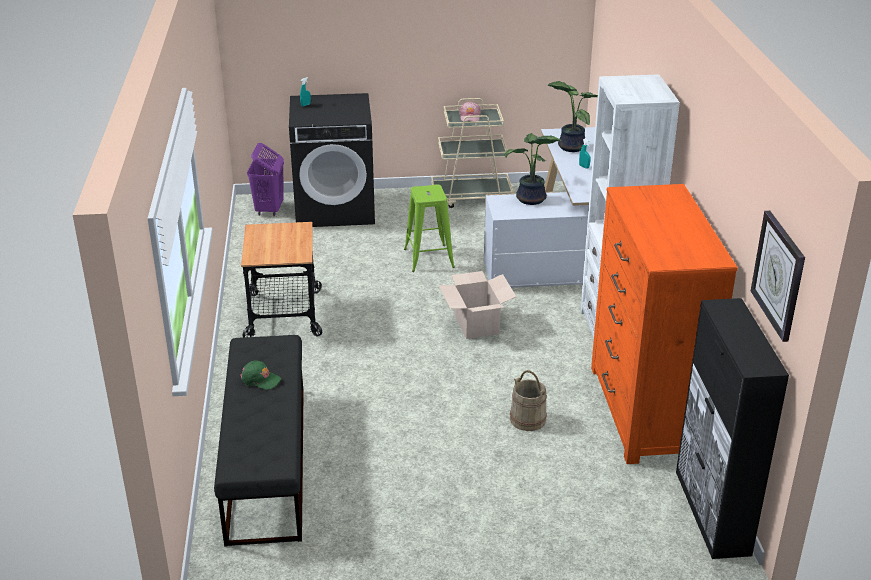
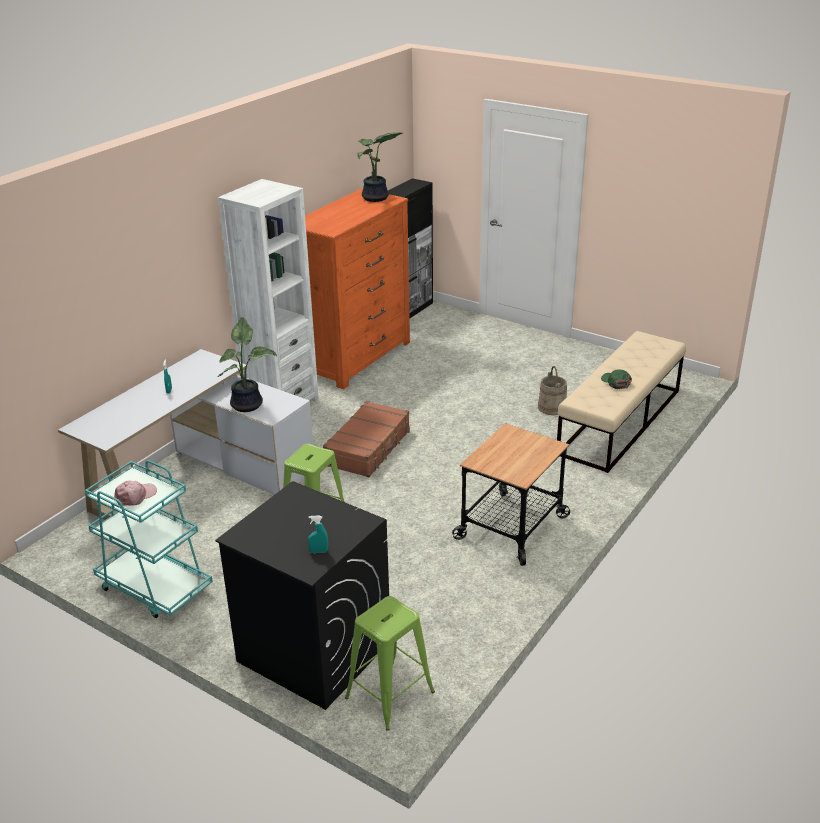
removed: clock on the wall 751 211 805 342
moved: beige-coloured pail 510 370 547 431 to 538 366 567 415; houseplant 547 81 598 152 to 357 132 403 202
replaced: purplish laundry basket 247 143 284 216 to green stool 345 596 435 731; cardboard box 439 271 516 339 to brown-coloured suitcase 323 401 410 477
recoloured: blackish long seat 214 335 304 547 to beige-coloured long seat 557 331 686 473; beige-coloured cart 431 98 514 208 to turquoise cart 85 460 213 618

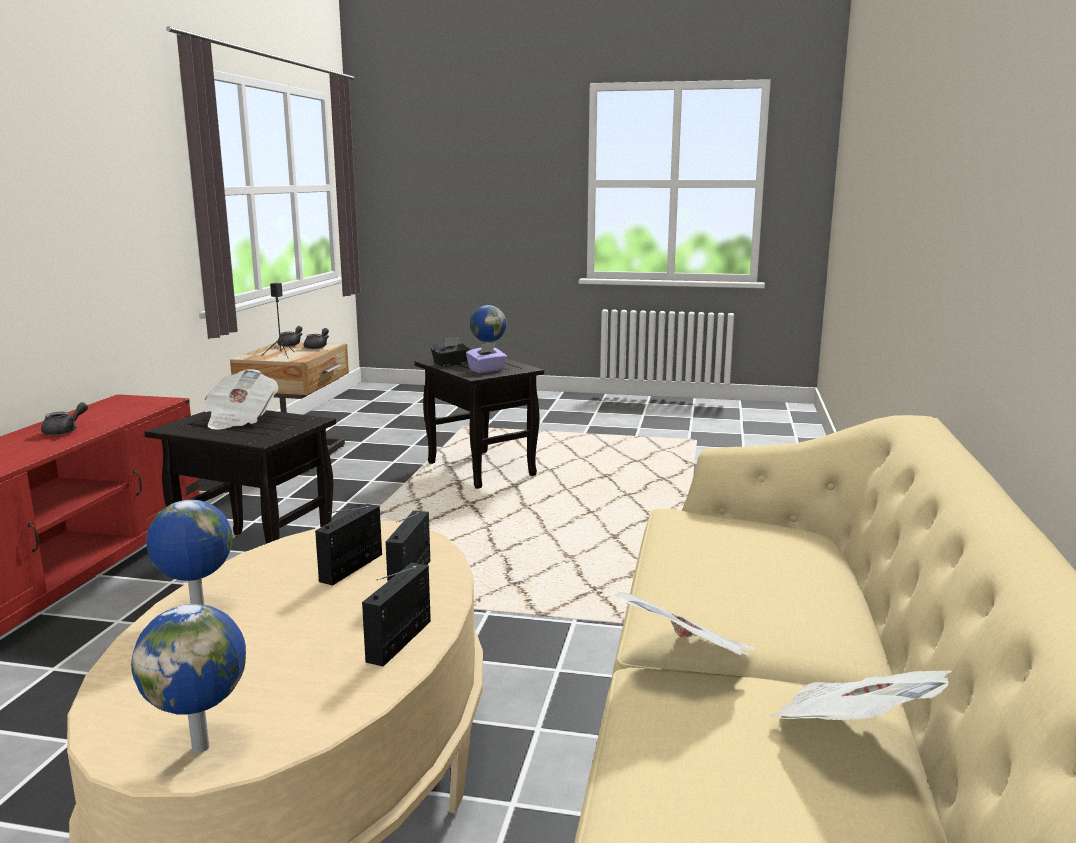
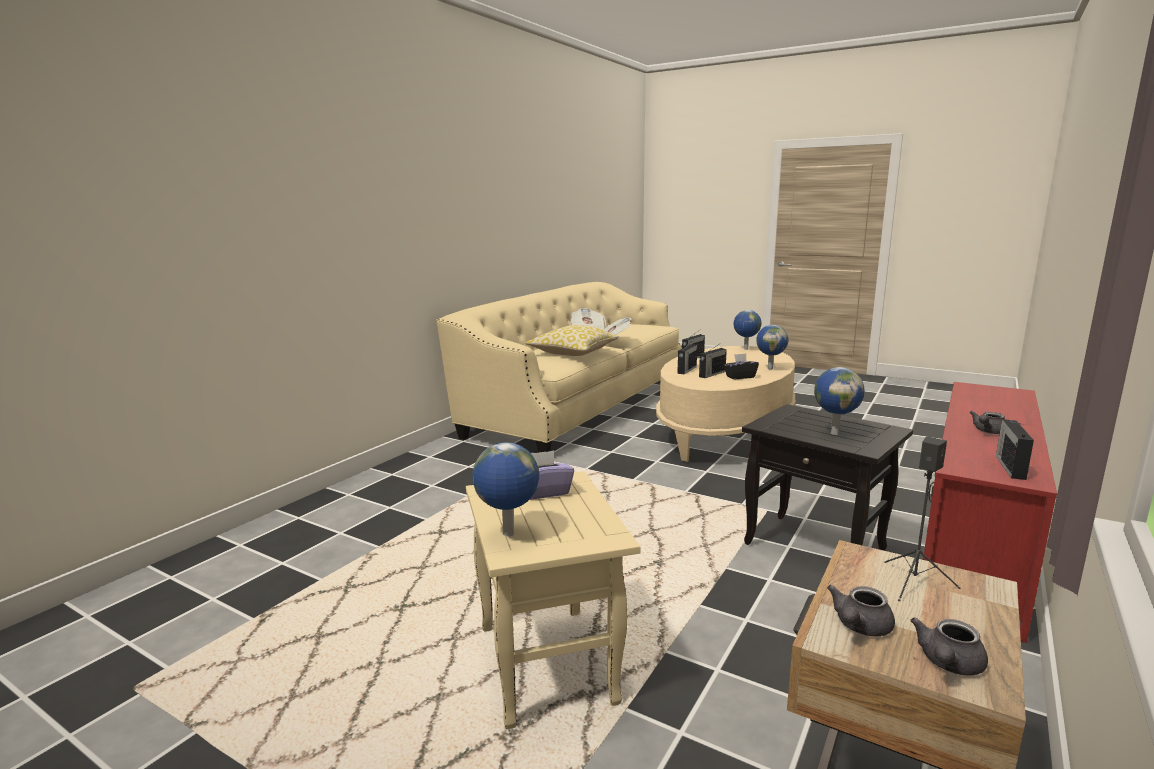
added: cushion 525 325 619 356; radio receiver 996 419 1034 480
moved: blackish box of tissues 431 337 471 366 to 724 353 759 379
replaced: printed paper 204 369 278 430 to world globe 814 367 865 435
recoloured: blackish end table 414 359 544 489 to beige-coloured end table 466 471 641 729

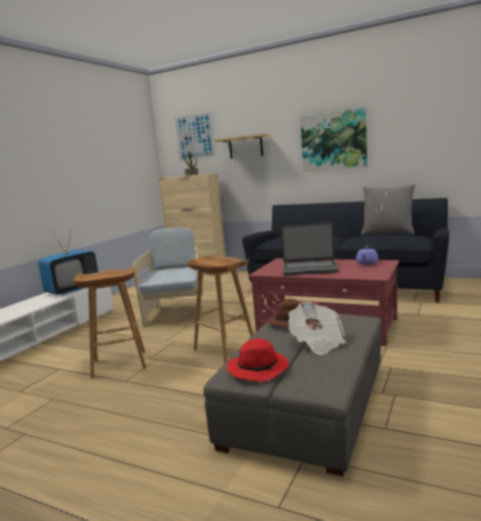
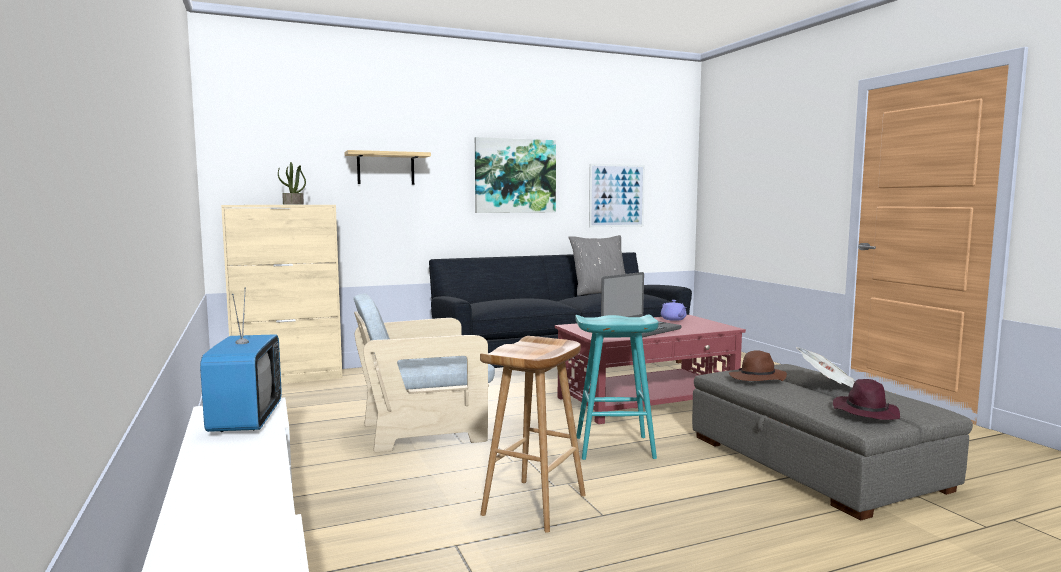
moved: wall art 174 111 217 161 to 589 164 645 227
recoloured: brown-coloured stool 187 254 254 363 to turquoise stool 576 314 658 460; red clothing hat 227 339 289 382 to purplish clothing hat 833 379 900 420
turned: beige-coloured easy chair 133 227 204 326 = 354 293 495 452 60 degrees counterclockwise

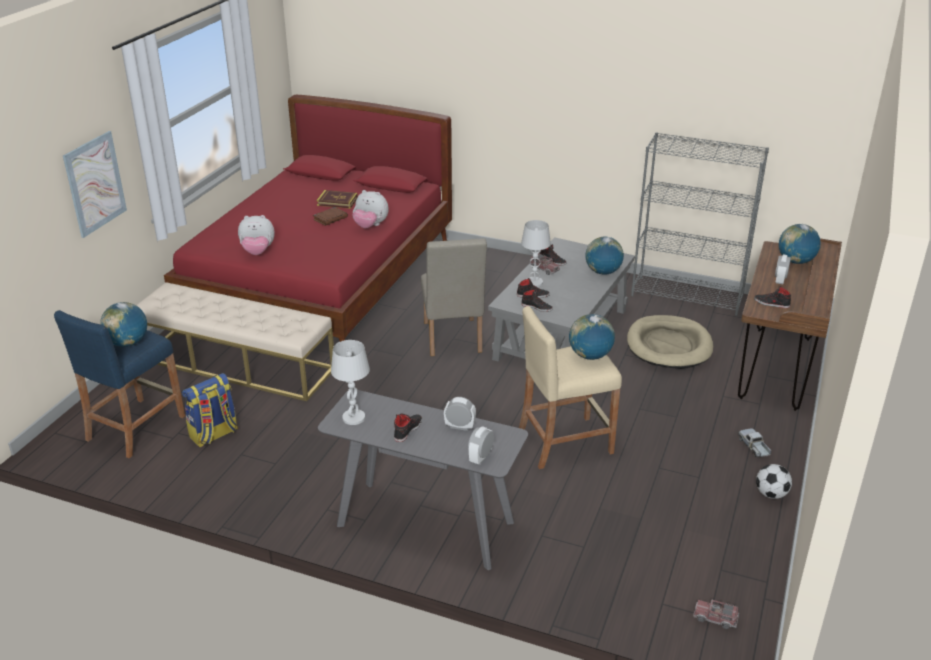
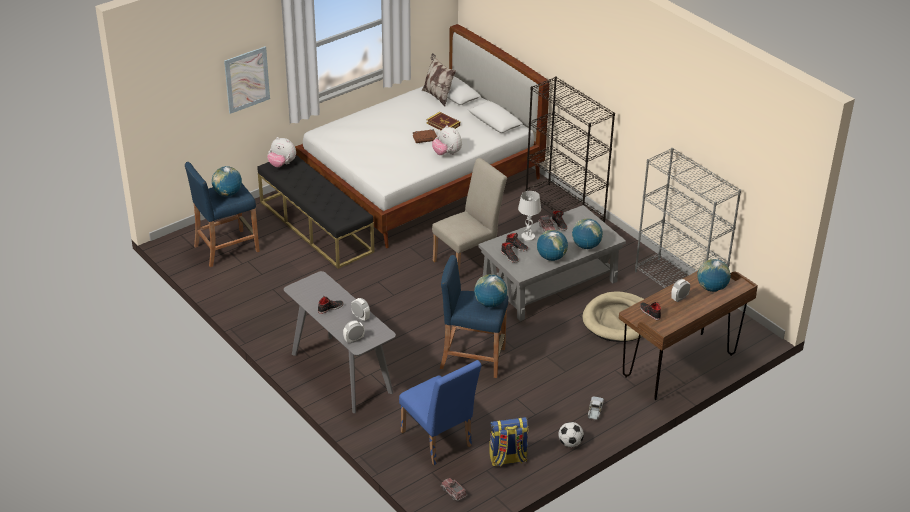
removed: white tabletop lamp 331 340 370 425
added: bluish chair 399 360 482 465; cushion 422 53 456 107; blackish shelving unit 526 77 615 223; world globe 537 230 568 261
moved: backpack 182 373 238 447 to 489 417 528 467; plush toy 238 215 275 255 to 267 137 296 167
recoloured: beige-coloured long seat 137 282 334 401 to blackish long seat 257 155 375 269; red sleeping bed 164 95 452 342 to white sleeping bed 295 24 550 248; beige-coloured stool 519 306 622 469 to bluish stool 440 255 508 378
turned: beige-coloured chair 421 238 487 356 = 432 158 507 274 150 degrees counterclockwise

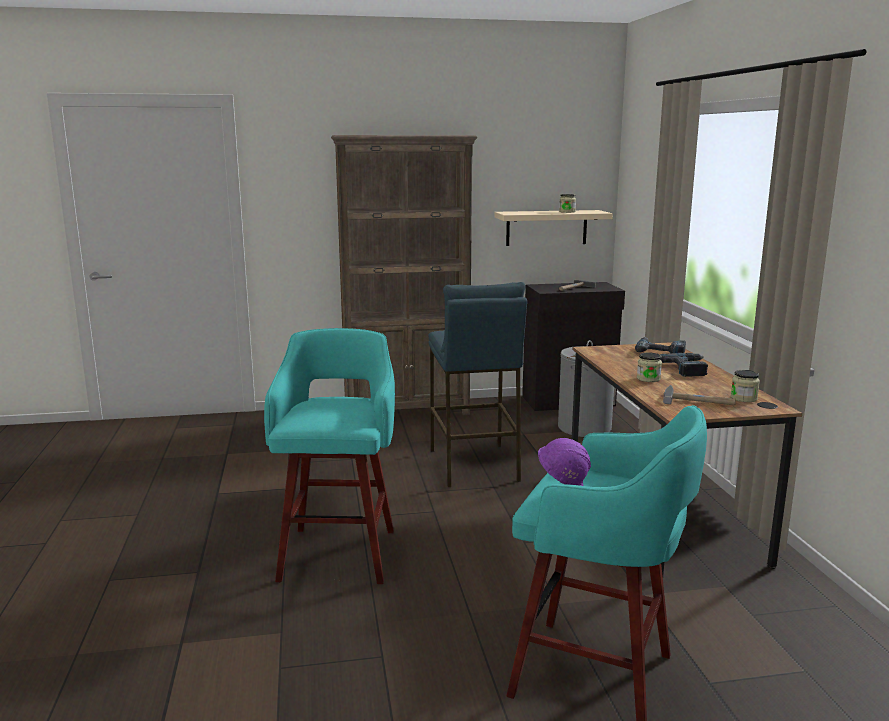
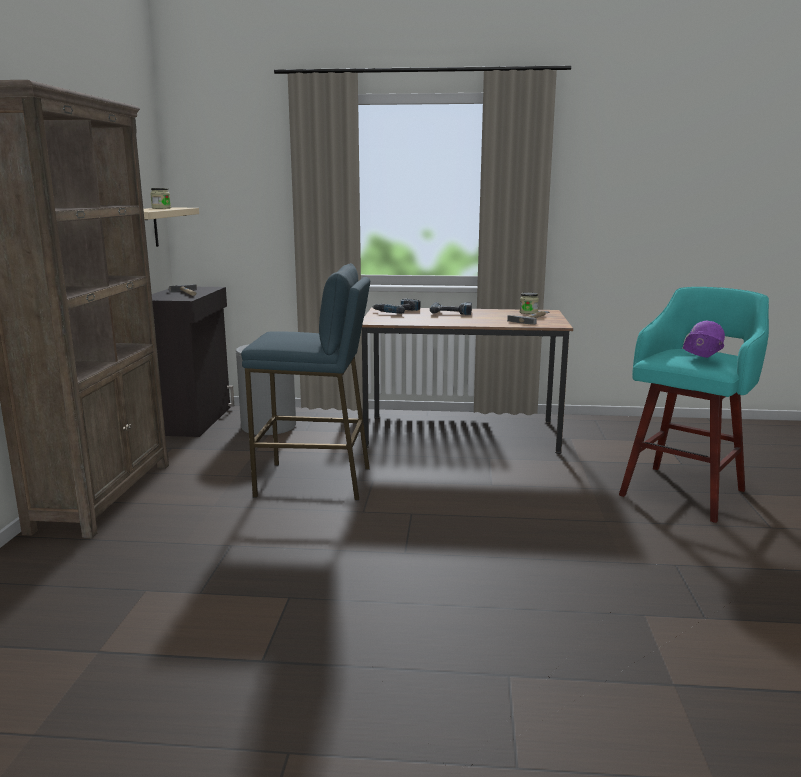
removed: turquoise stool 264 328 395 584; jar 637 352 662 382

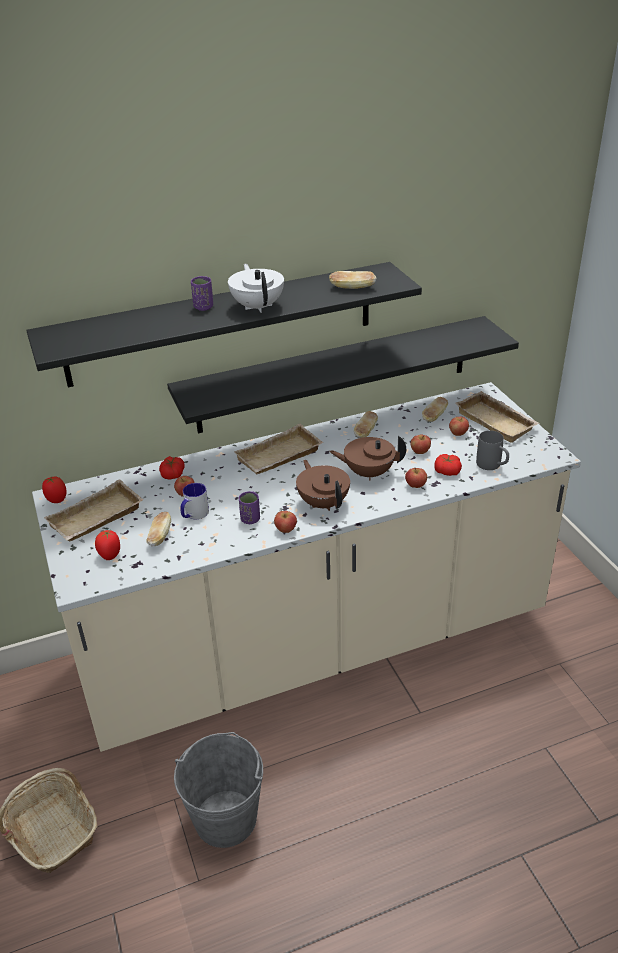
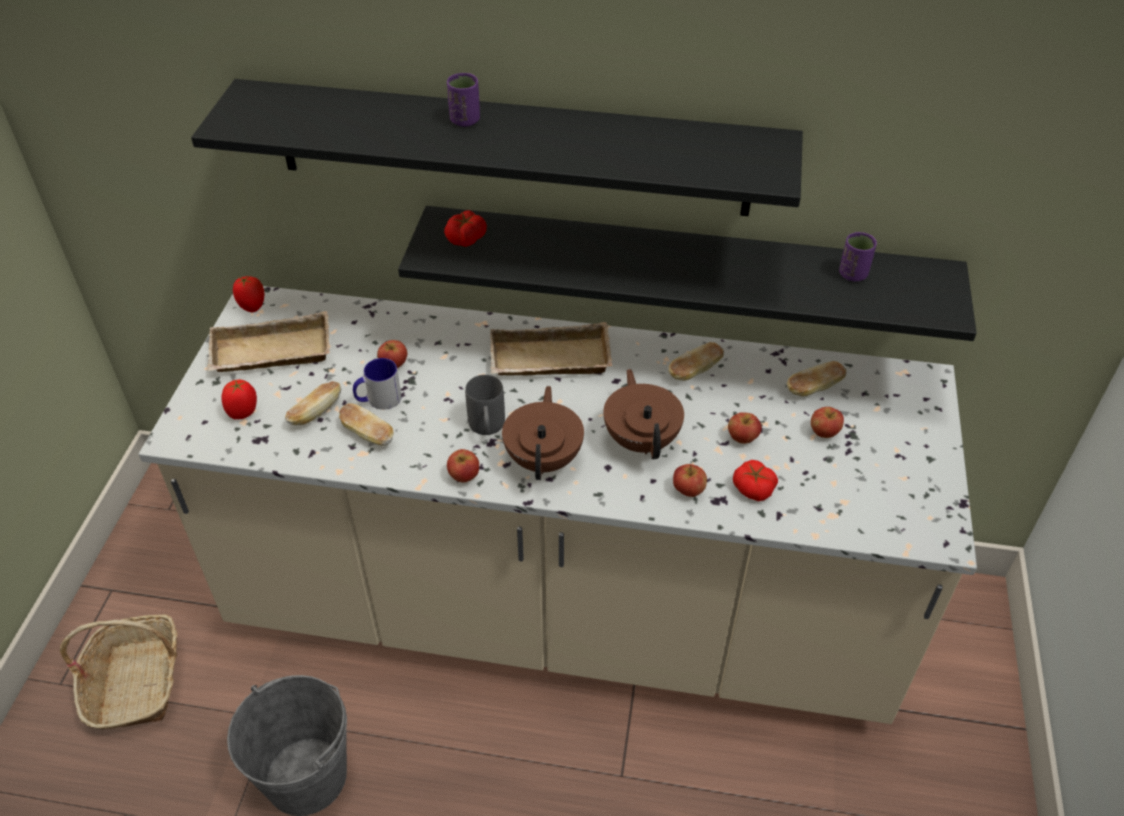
removed: white teapot 228 264 284 313; beige-coloured serving tray 455 391 540 443
moved: tomato 159 456 185 480 to 444 210 487 247; purplish cup 239 491 260 524 to 839 232 877 281; bread 329 271 376 289 to 339 403 393 446; greyish mug 476 430 509 470 to 465 375 505 435
turned: brown-coloured teapot 329 436 406 481 = 604 369 684 459 45 degrees clockwise

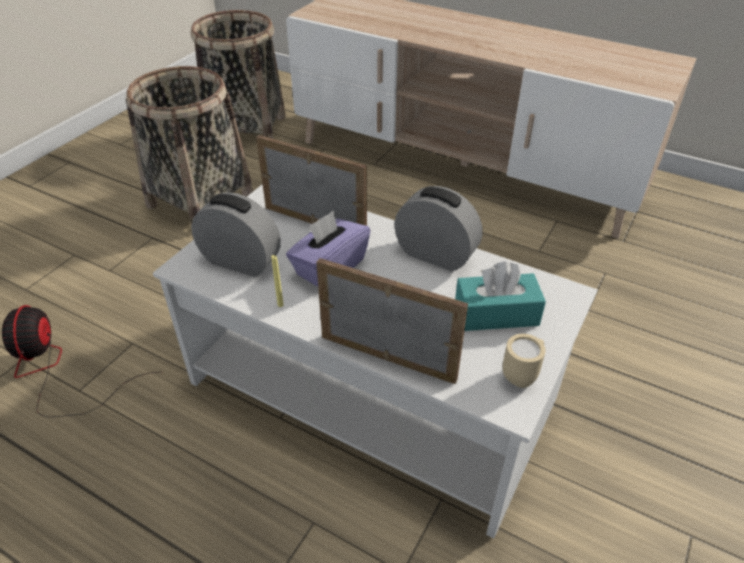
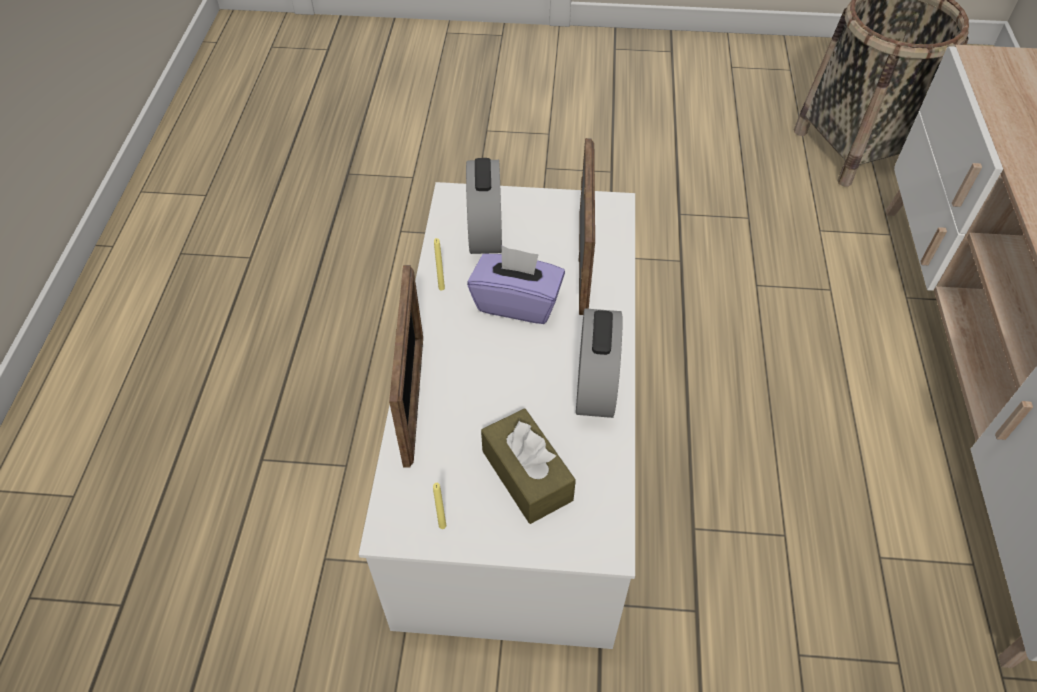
removed: fan 2 305 159 418; basket 126 66 253 225
replaced: beige-coloured mug 503 334 546 388 to yellowish wax light 433 483 446 529
recoloured: turquoise box of tissues 455 261 546 331 to brown-coloured box of tissues 481 409 576 524

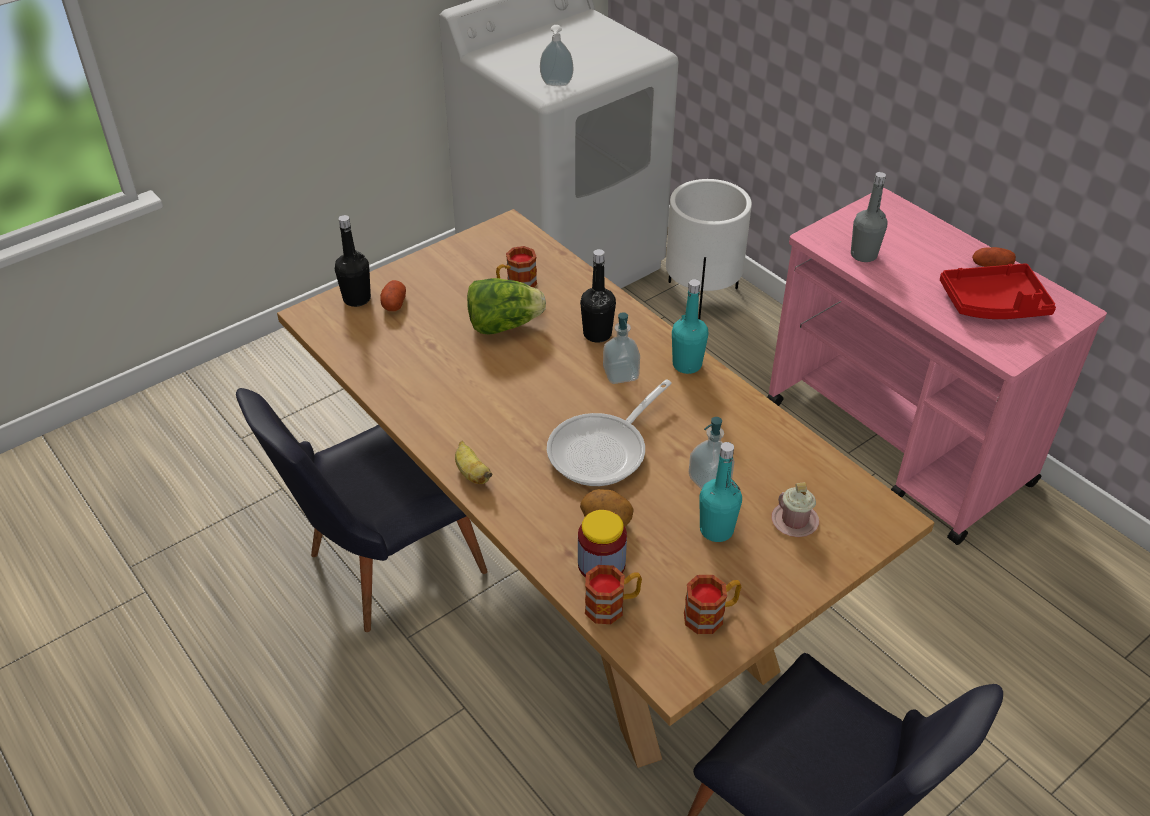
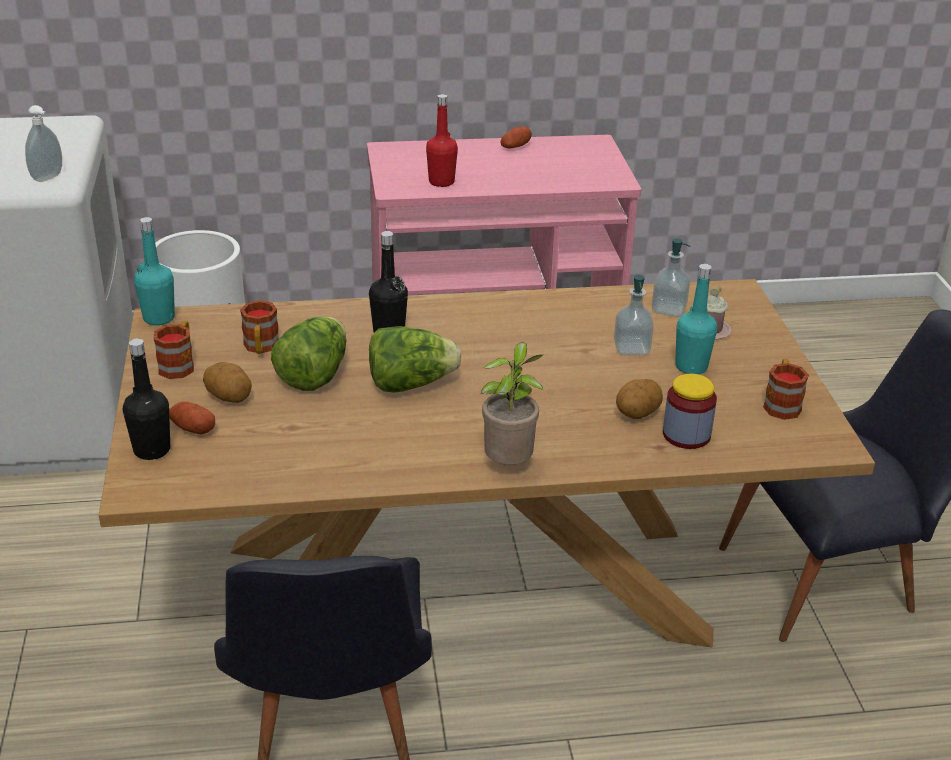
removed: pan 547 379 672 486; red serving tray 940 263 1056 319
added: spud 203 362 252 403; head of lettuce 369 326 461 393
moved: mug 585 565 642 624 to 154 321 194 379; soap dispenser 603 312 640 384 to 652 238 690 317; turquoise beverage bottle 672 279 708 374 to 134 217 175 325
replaced: whole banana 455 441 492 484 to houseplant 481 342 543 465
recoloured: greyish beverage bottle 851 172 888 262 to red beverage bottle 426 94 458 187

